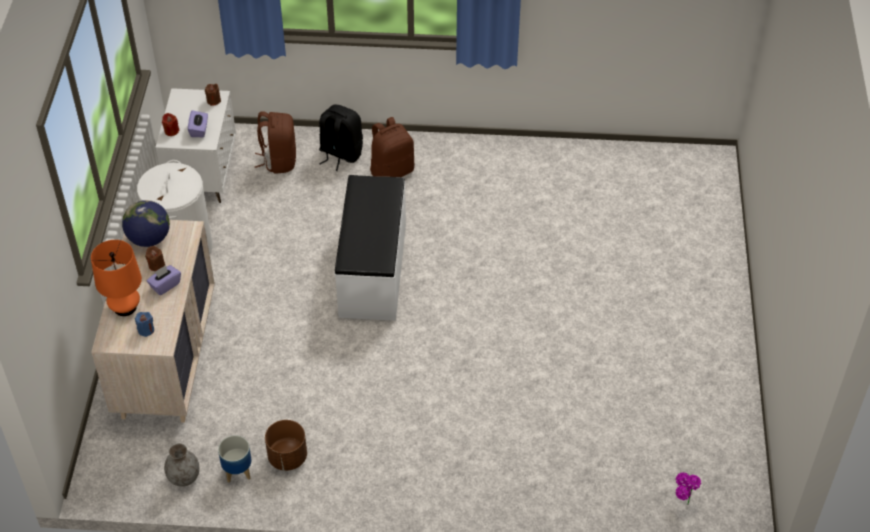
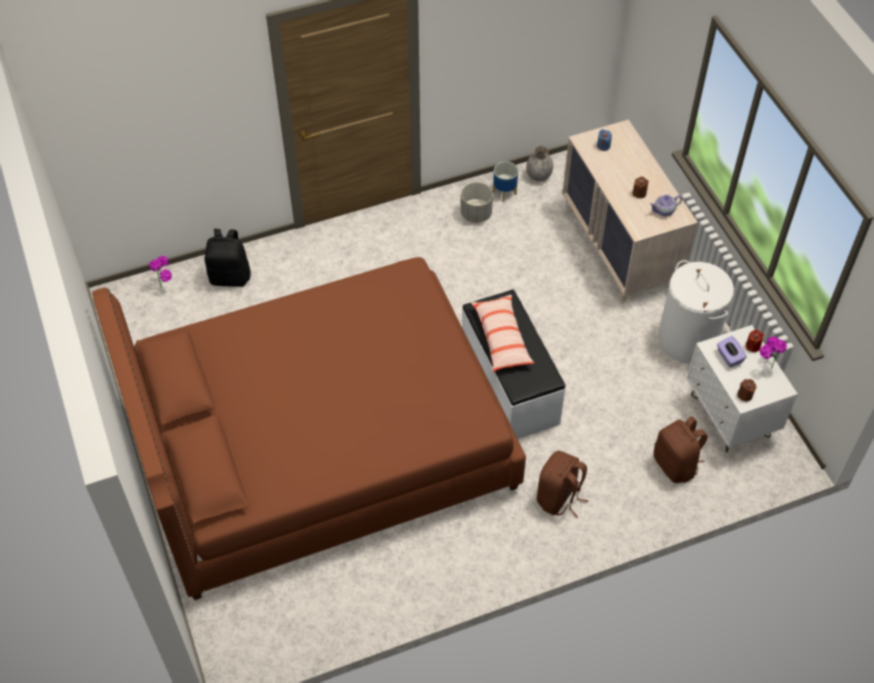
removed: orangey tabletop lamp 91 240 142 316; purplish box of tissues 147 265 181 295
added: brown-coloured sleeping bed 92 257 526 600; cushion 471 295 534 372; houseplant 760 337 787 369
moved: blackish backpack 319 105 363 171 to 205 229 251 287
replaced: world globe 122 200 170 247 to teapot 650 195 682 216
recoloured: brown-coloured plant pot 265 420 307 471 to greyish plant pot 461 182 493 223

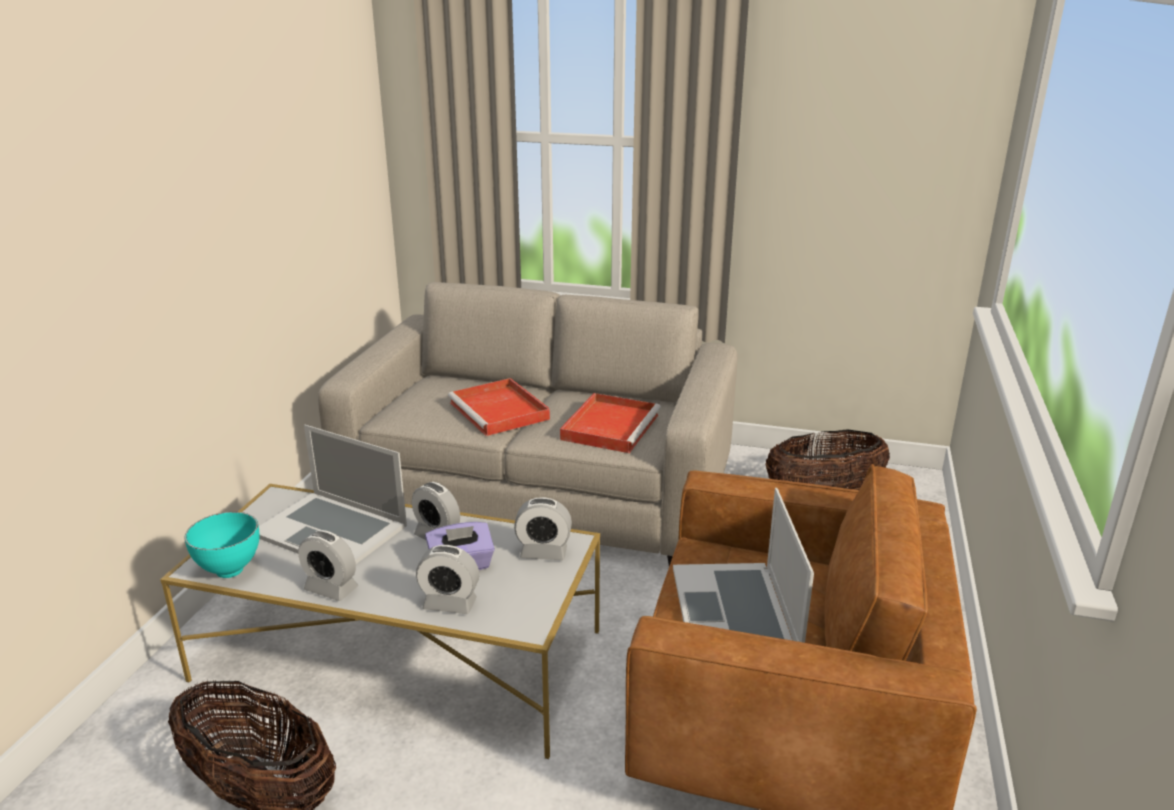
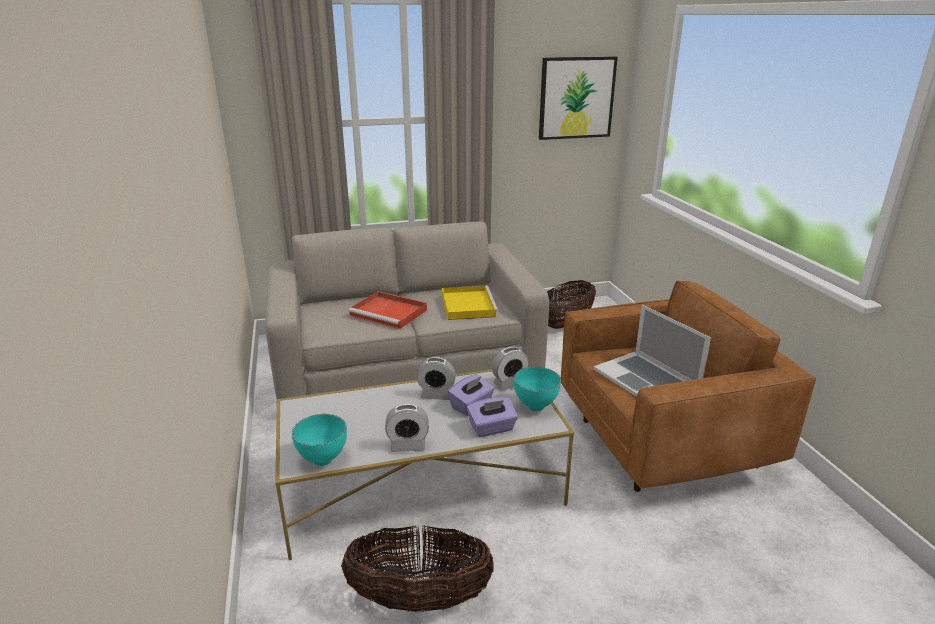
removed: portable computer 259 425 407 564
added: turquoise bowl 514 367 561 411; wall art 539 56 618 140
replaced: table clock 416 545 479 614 to purplish box of tissues 466 397 518 437
recoloured: red serving tray 560 393 661 453 to yellowish serving tray 442 285 498 320

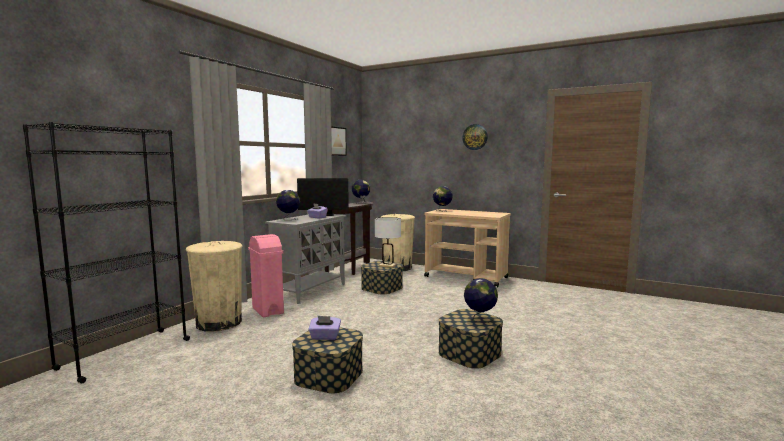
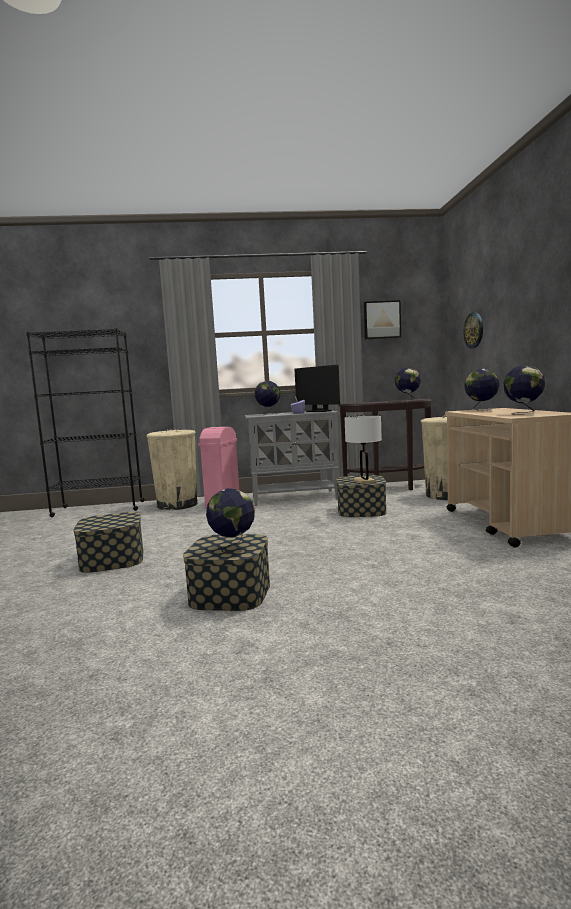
removed: purplish box of tissues 308 316 341 340
added: world globe 503 365 545 415
moved: clock on the wall 462 124 488 150 to 463 312 483 349

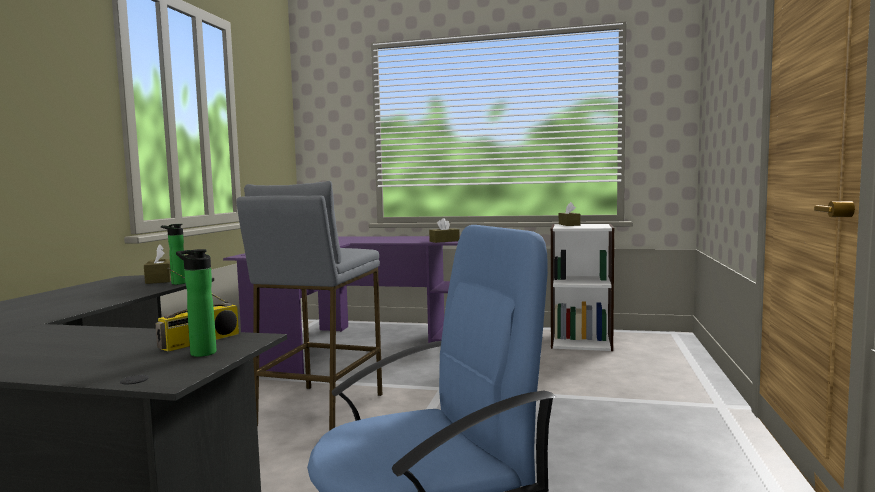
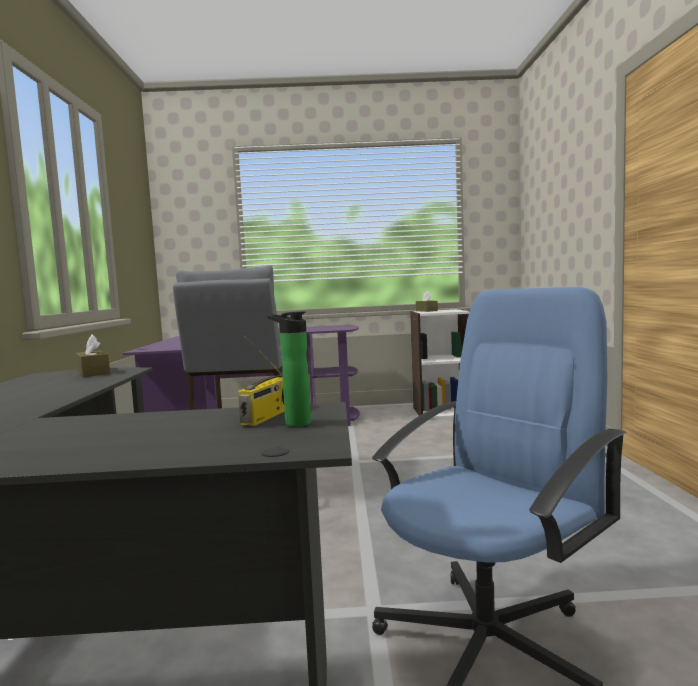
removed: beverage bottle 161 224 185 285; brown-coloured box of tissues 429 218 460 243

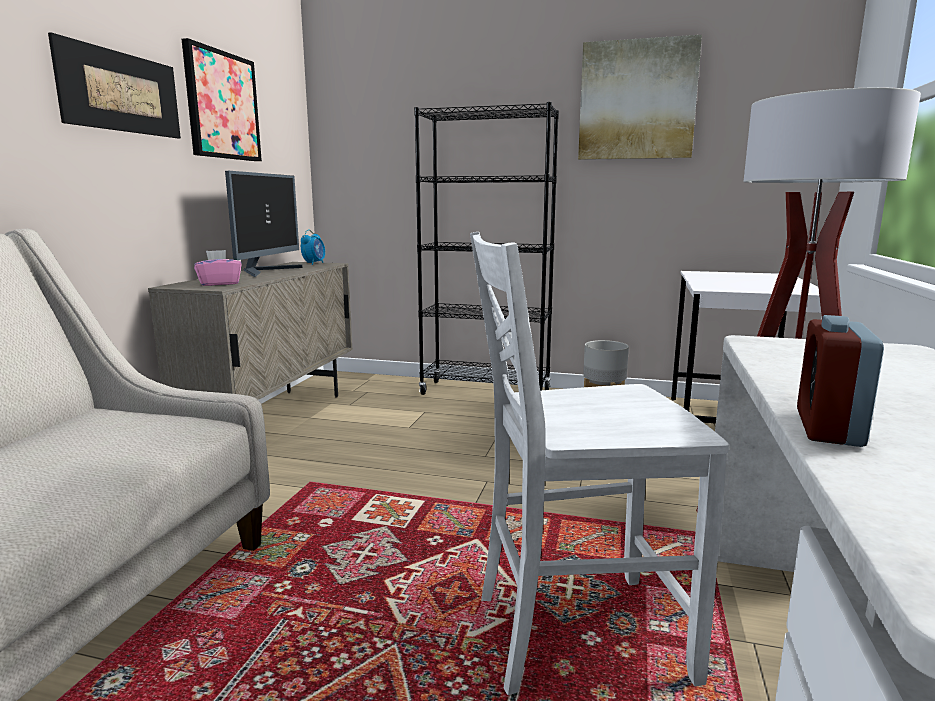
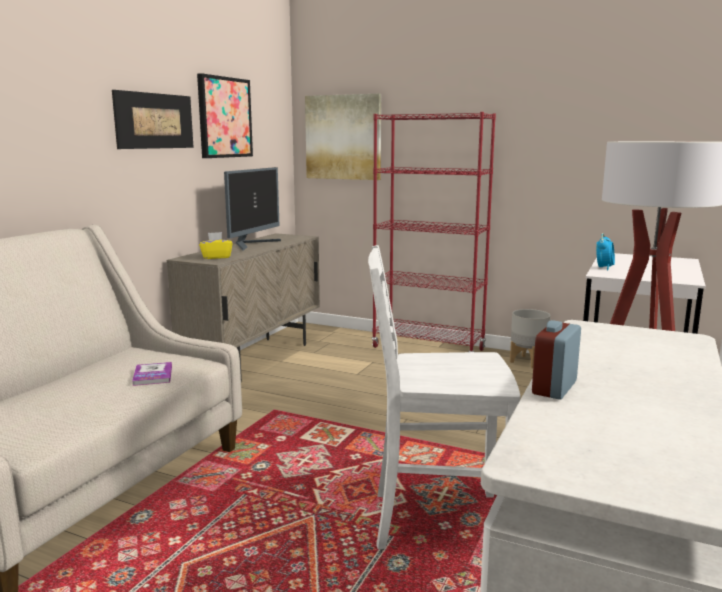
added: volume 132 362 172 386
moved: table clock 301 229 325 265 to 596 233 615 271; wall art 578 35 702 160 to 305 94 381 180
recoloured: pink box of tissues 194 250 242 286 to yellowish box of tissues 199 232 233 259; blackish shelving unit 414 102 559 395 to red shelving unit 372 112 496 352

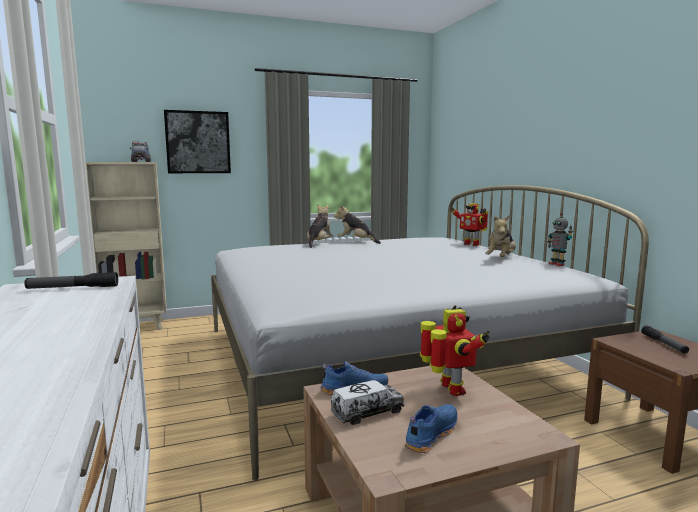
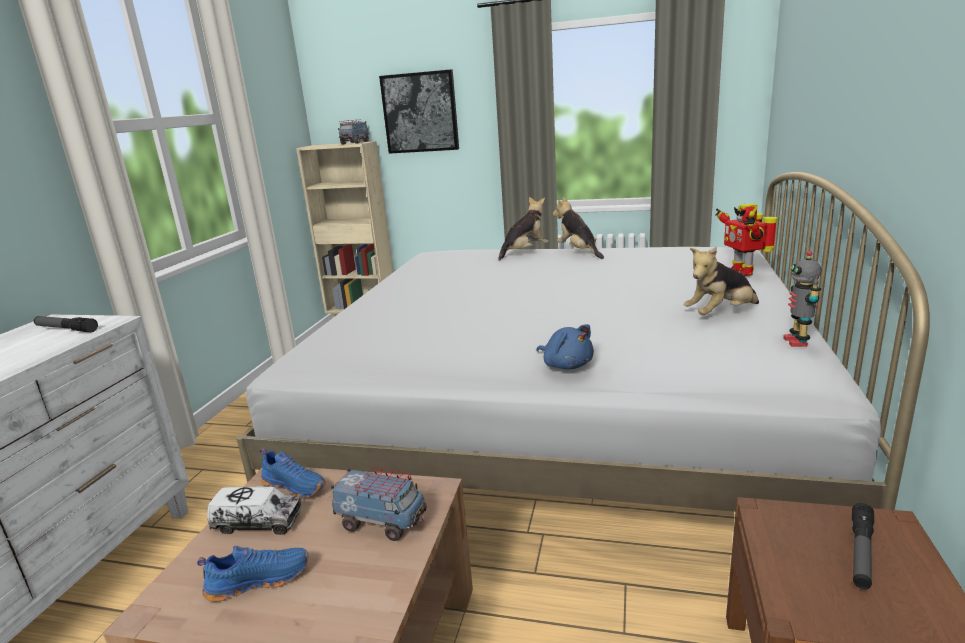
added: bluish plush toy 537 324 594 369
replaced: robot figure 420 306 490 396 to model truck 331 467 427 541

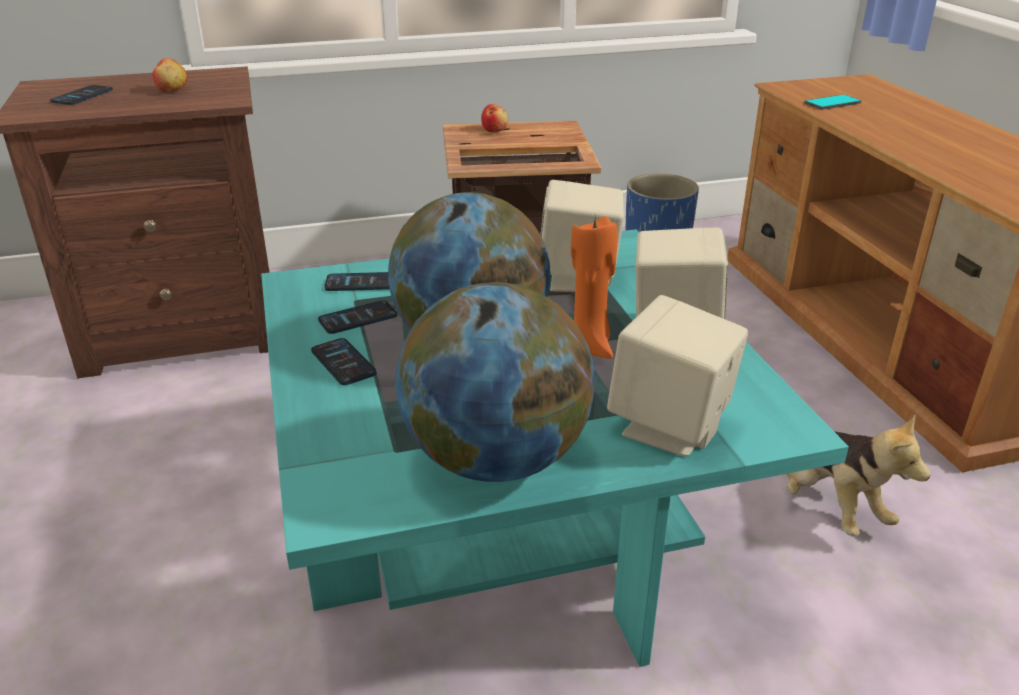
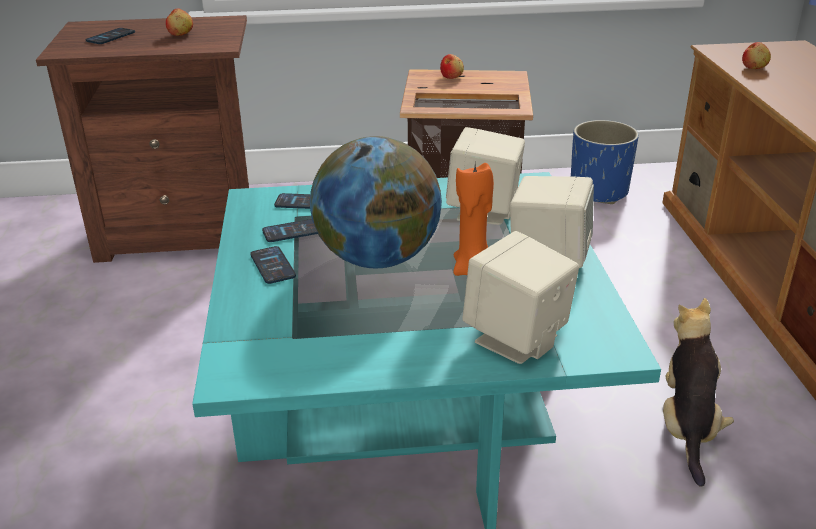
removed: world globe 395 282 595 482
replaced: phone 804 94 861 110 to apple 742 42 771 69
turned: plush toy 787 415 931 536 = 663 298 734 487 150 degrees counterclockwise

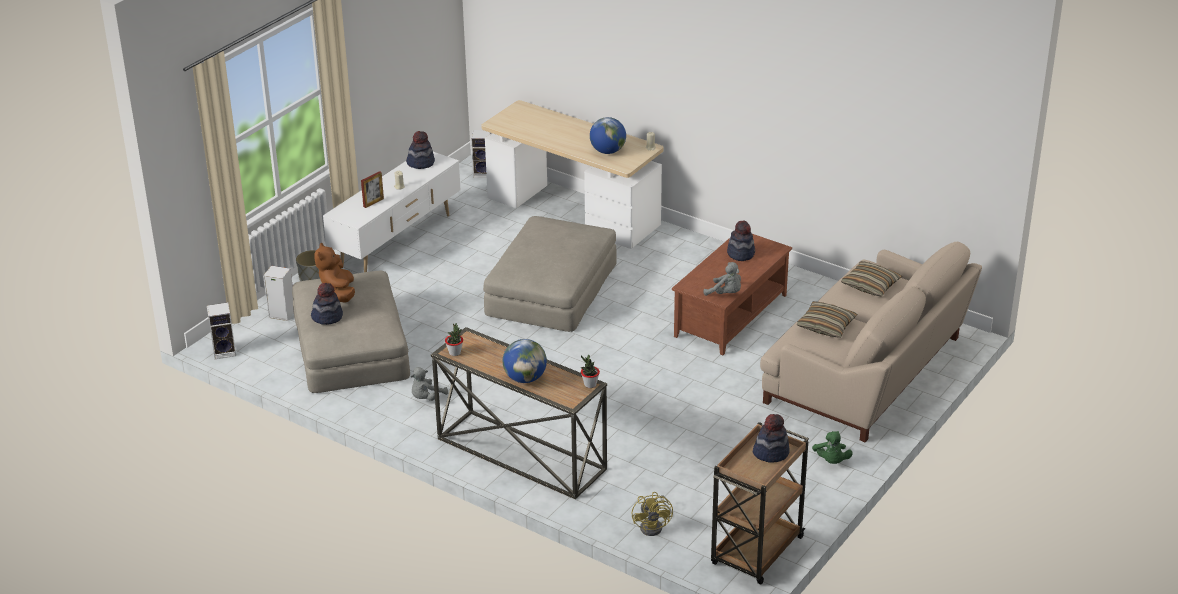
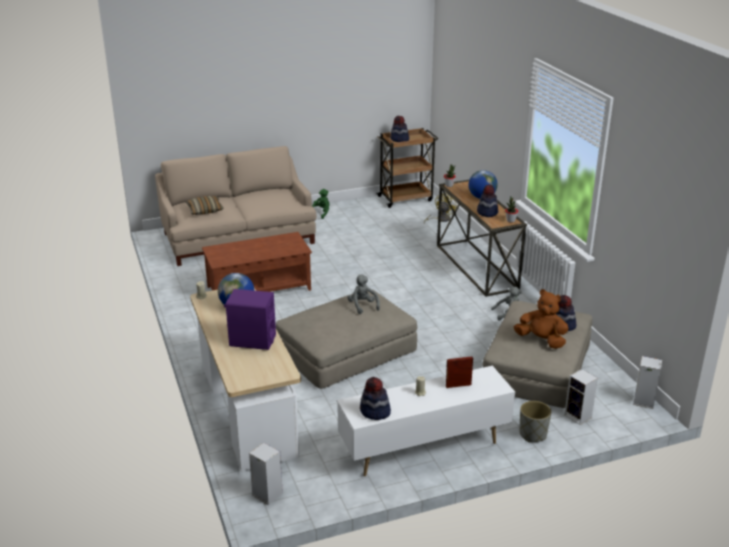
removed: cushion 796 301 858 338
added: purplish audio speaker 224 289 276 350
moved: greyish plush toy 704 262 741 296 to 347 274 380 314; clothing hat 727 220 755 261 to 477 185 498 217
turned: brown-coloured plush toy 315 243 355 303 = 514 289 569 349 90 degrees counterclockwise

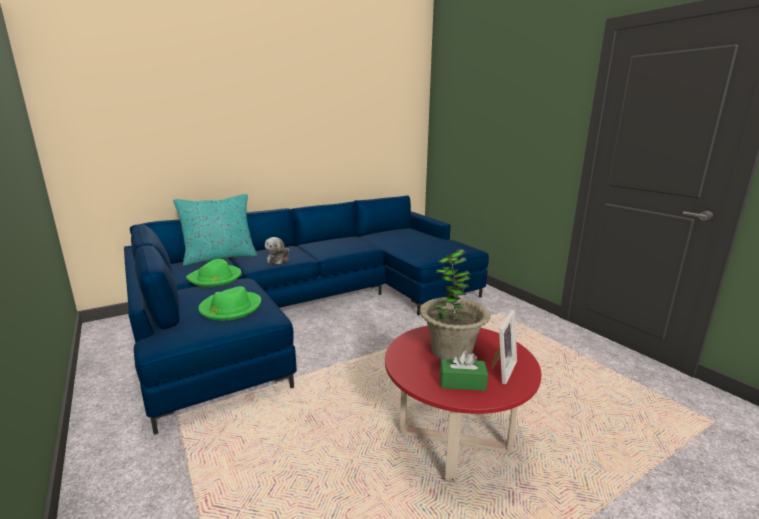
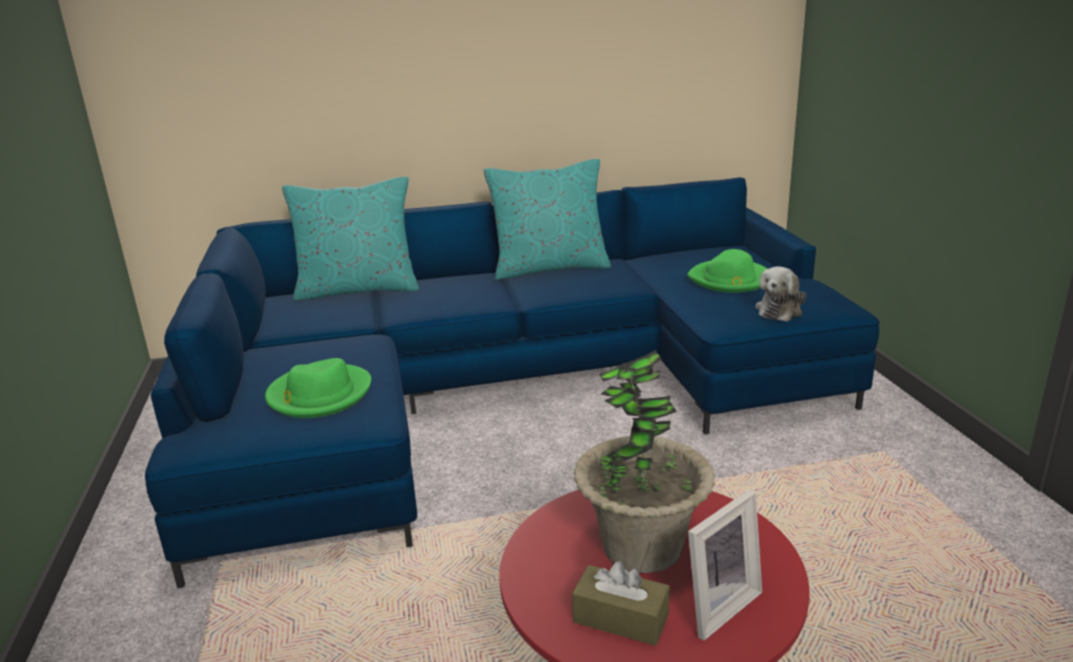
added: turquoise cushion 484 159 611 280
moved: green clothing hat 186 259 241 287 to 687 249 767 292; plush toy 265 237 289 265 to 755 266 806 322
recoloured: green box of tissues 440 351 488 391 to brown-coloured box of tissues 572 561 670 646

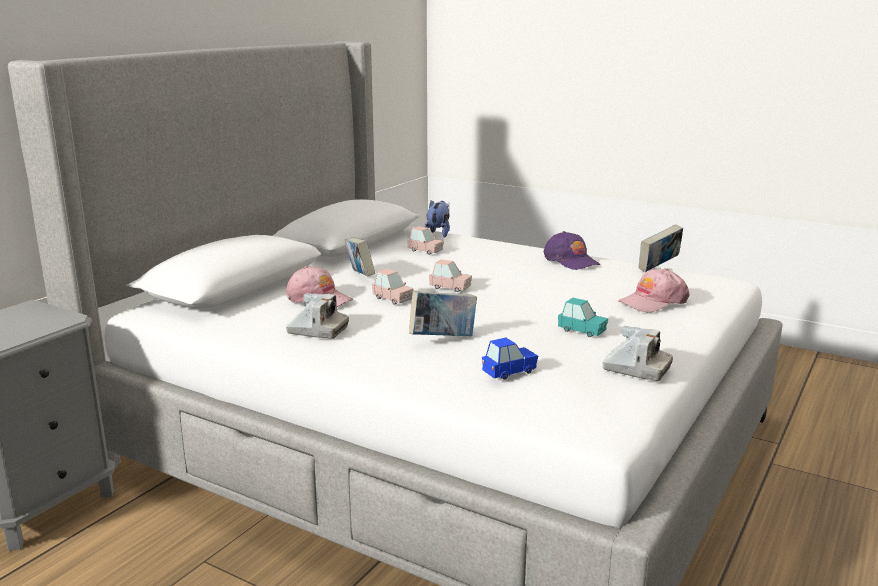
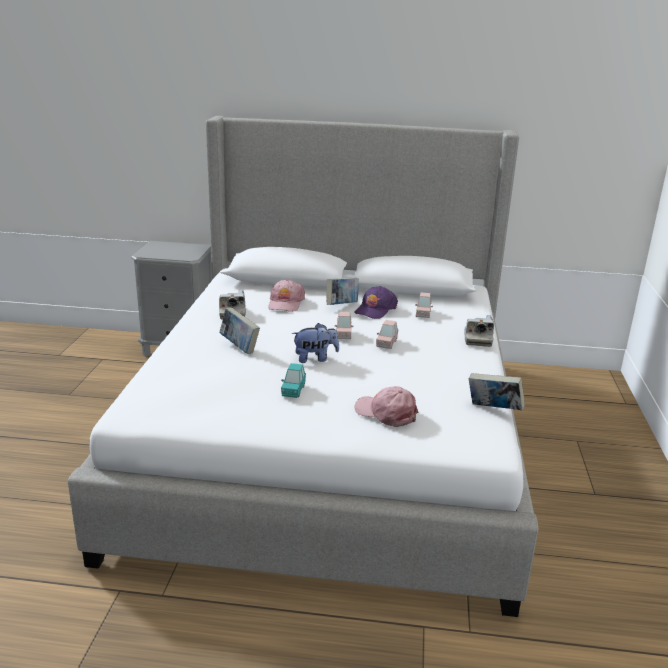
removed: bluish model car 482 337 538 380
moved: pink model car 372 269 414 305 to 376 320 398 349; plush toy 425 201 450 237 to 292 323 339 363; purplish peaked cap 544 231 600 270 to 354 286 398 319; photo camera 602 326 673 381 to 465 315 494 347

